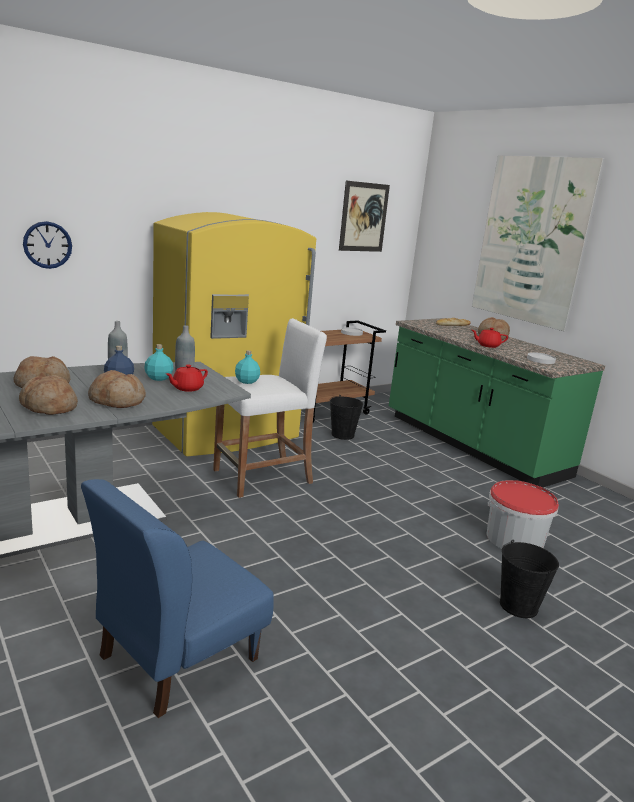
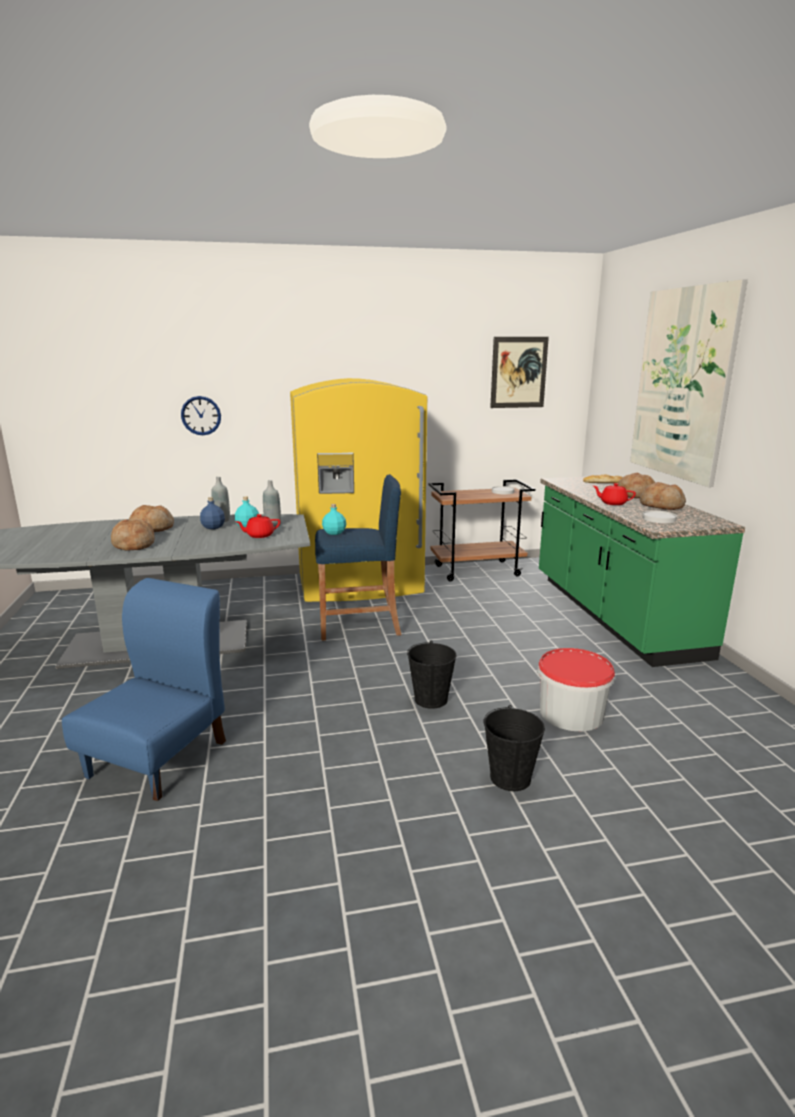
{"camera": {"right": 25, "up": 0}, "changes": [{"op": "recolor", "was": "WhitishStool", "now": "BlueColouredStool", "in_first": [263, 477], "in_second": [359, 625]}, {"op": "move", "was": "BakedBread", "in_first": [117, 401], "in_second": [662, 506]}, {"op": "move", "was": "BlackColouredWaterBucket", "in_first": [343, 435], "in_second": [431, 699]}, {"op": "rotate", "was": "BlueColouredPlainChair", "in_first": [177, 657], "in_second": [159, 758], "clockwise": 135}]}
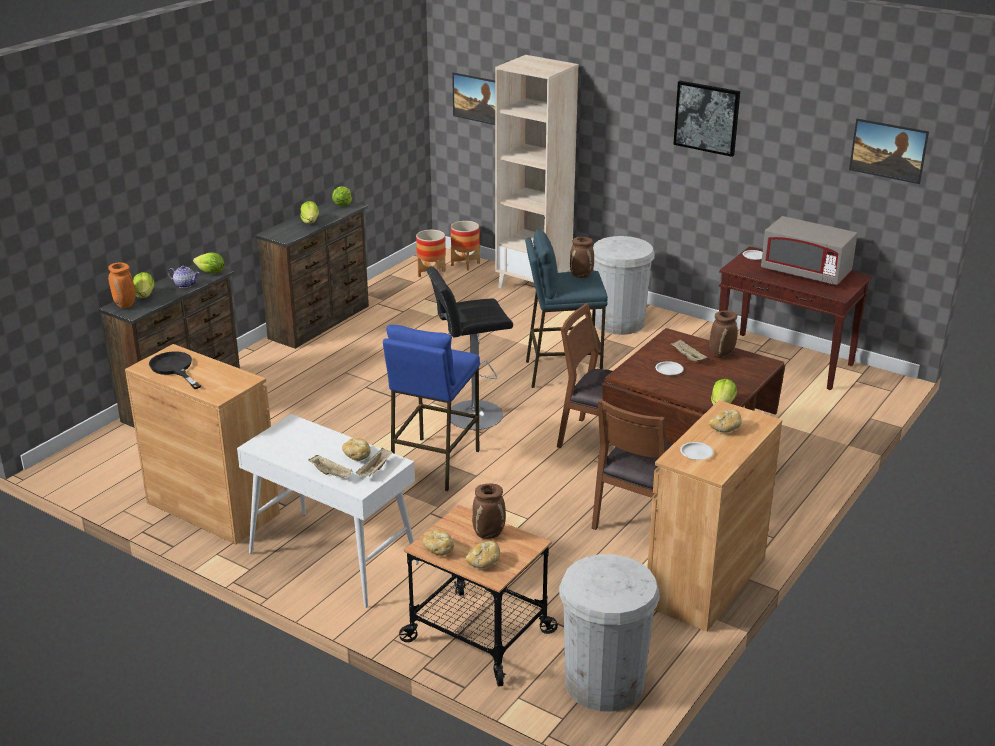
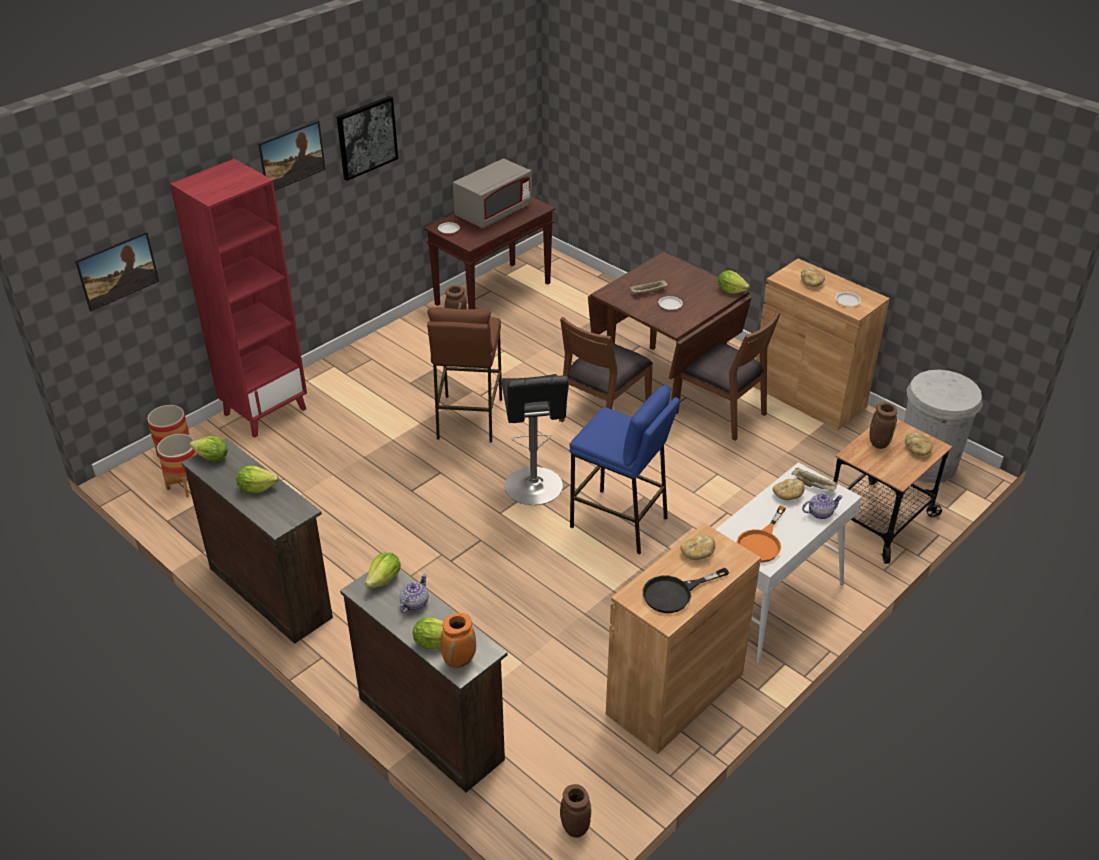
{"camera": {"right": -80, "up": 10}, "changes": [{"op": "recolor", "was": "BeigeColouredBookcase", "now": "ReddishBookcase", "in_first": [534, 286], "in_second": [265, 411]}, {"op": "move", "was": "WallPicture", "in_first": [886, 163], "in_second": [294, 168]}, {"op": "recolor", "was": "BlueColouredStool", "now": "BrownishStool", "in_first": [562, 372], "in_second": [468, 419]}, {"op": "delete", "was": "WhitishTrashCan", "in_first": [619, 323]}, {"op": "move", "was": "BrownishDecorativeVase", "in_first": [721, 354], "in_second": [574, 827]}, {"op": "replace", "was": "BeigeColouredCarryingTray", "now": "PotForTea", "in_first": [331, 474], "in_second": [820, 513]}, {"op": "move", "was": "BakedBread", "in_first": [438, 549], "in_second": [697, 554]}, {"op": "insert", "now": "OrangeyPan", "in_second": [762, 542]}]}
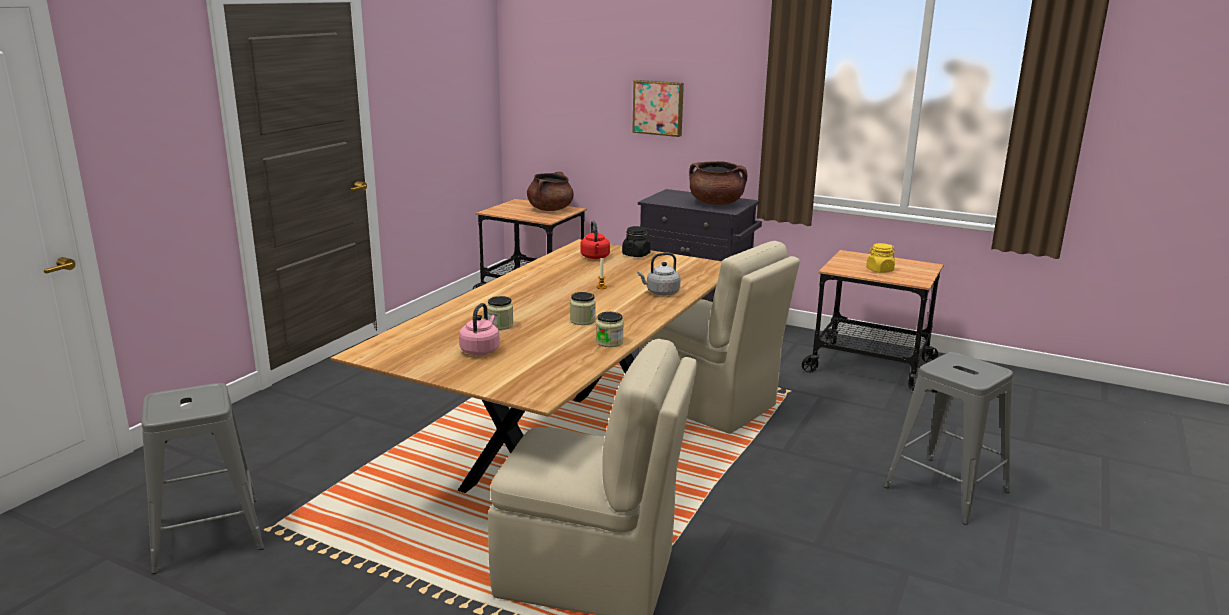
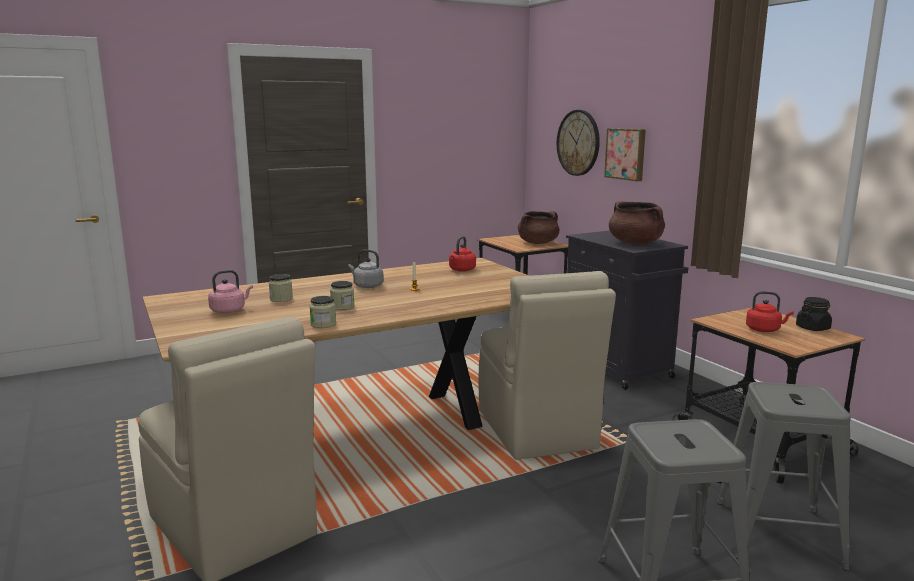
{"camera": {"right": 35, "up": -5}, "changes": [{"op": "move", "was": "BlackColouredStorageJar", "in_first": [636, 254], "in_second": [812, 328]}, {"op": "replace", "was": "YellowStorageJar", "now": "ReddishWaterKettle", "in_first": [879, 270], "in_second": [764, 330]}, {"op": "move", "was": "GreyishWaterKettle", "in_first": [661, 293], "in_second": [367, 286]}, {"op": "move", "was": "GreyishStool", "in_first": [207, 534], "in_second": [777, 533]}, {"op": "insert", "now": "ClockOnTheWall", "in_second": [578, 143]}]}
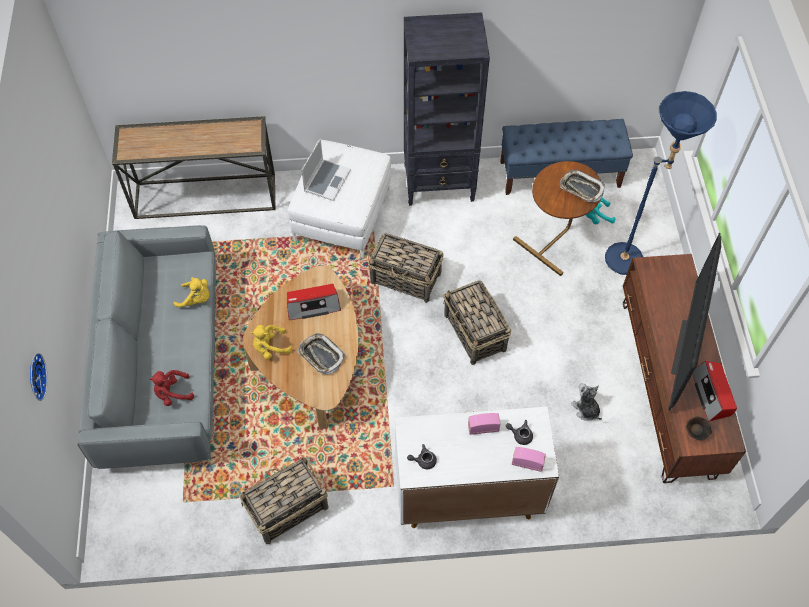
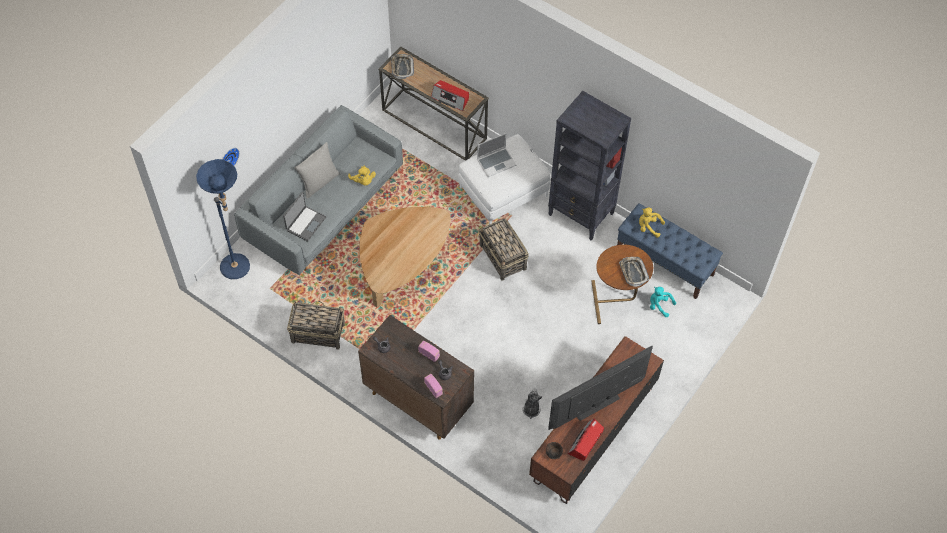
{"camera": {"right": 40, "up": 0}, "changes": [{"op": "move", "was": "BlueColouredFloorLamp", "in_first": [632, 258], "in_second": [240, 270]}, {"op": "delete", "was": "Basket", "in_first": [475, 333]}, {"op": "move", "was": "RadioSet", "in_first": [313, 305], "in_second": [450, 98]}, {"op": "move", "was": "YellowSoftToy", "in_first": [270, 348], "in_second": [648, 227]}, {"op": "move", "was": "CarryingTray", "in_first": [321, 355], "in_second": [402, 67]}, {"op": "replace", "was": "ReddishSoftToy", "now": "Laptop", "in_first": [173, 393], "in_second": [305, 223]}, {"op": "recolor", "was": "WhitishCupboard", "now": "BrownishCupboard", "in_first": [466, 495], "in_second": [417, 400]}, {"op": "insert", "now": "GreyishPillow", "in_second": [319, 182]}]}
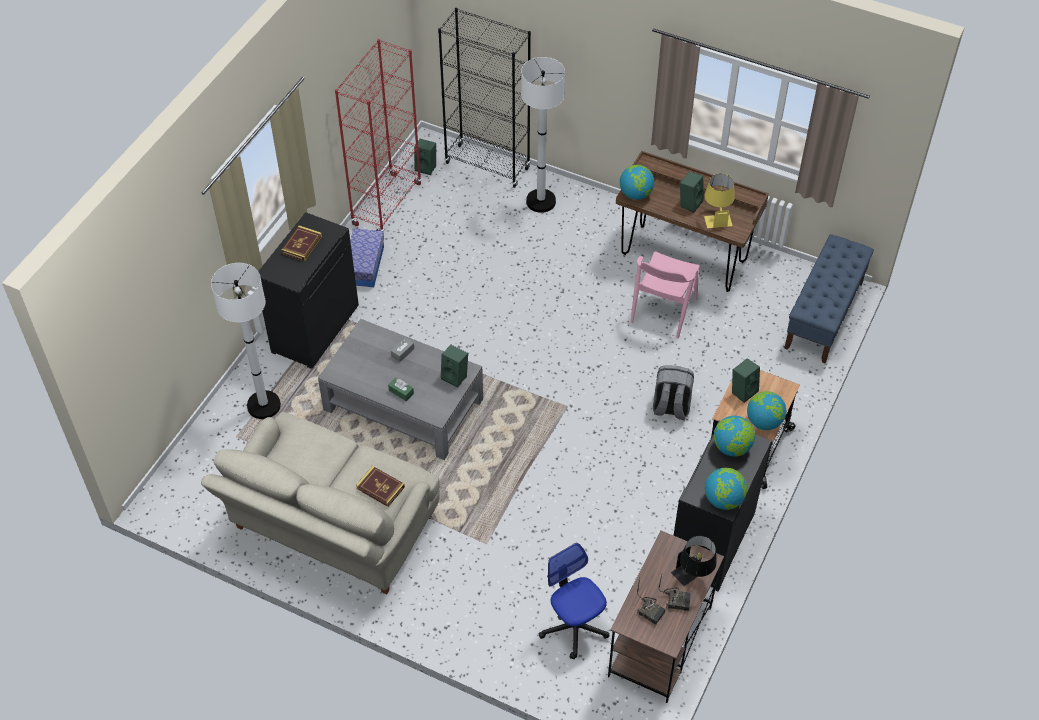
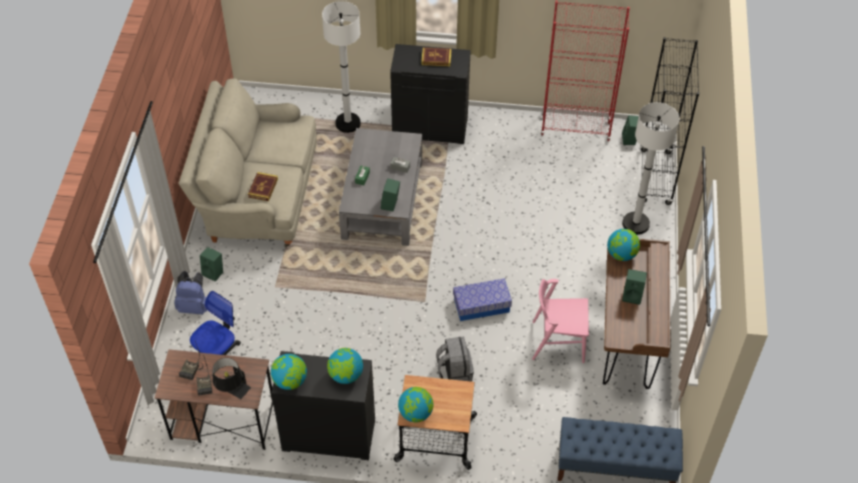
{"camera": {"right": 70, "up": 0}, "changes": [{"op": "delete", "was": "YellowLampForATable", "in_first": [716, 217]}, {"op": "move", "was": "StorageContainer", "in_first": [364, 265], "in_second": [481, 305]}, {"op": "move", "was": "GreenColouredSpeaker", "in_first": [743, 390], "in_second": [214, 272]}, {"op": "insert", "now": "BlueColouredKnapsack", "in_second": [194, 306]}]}
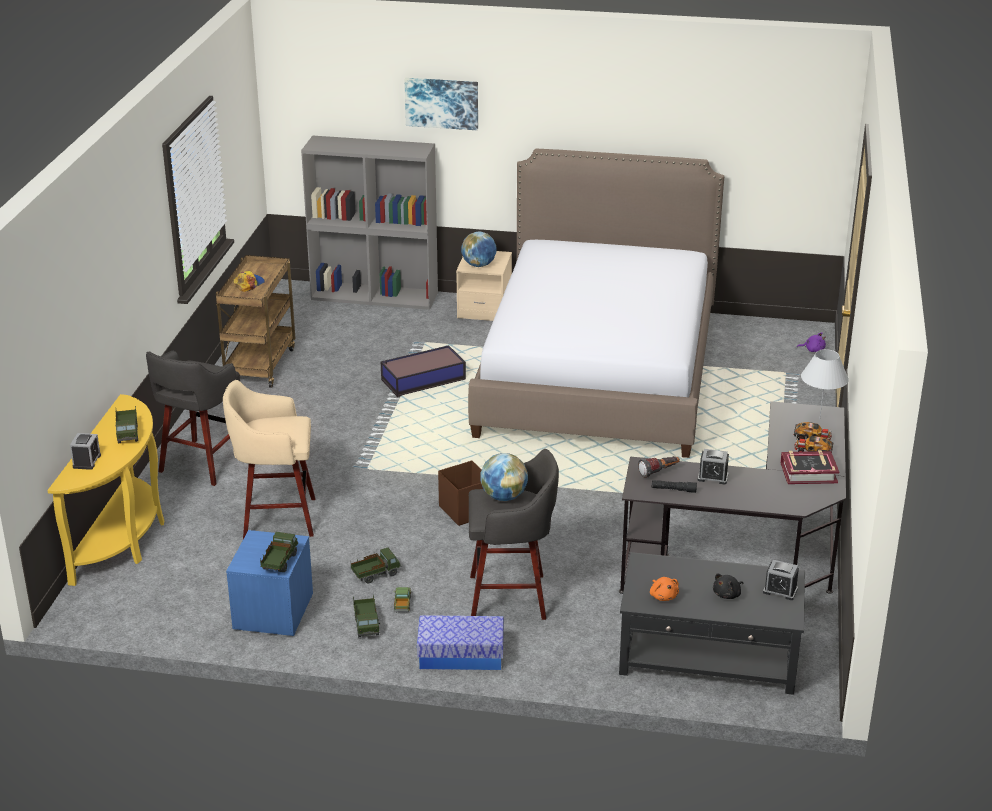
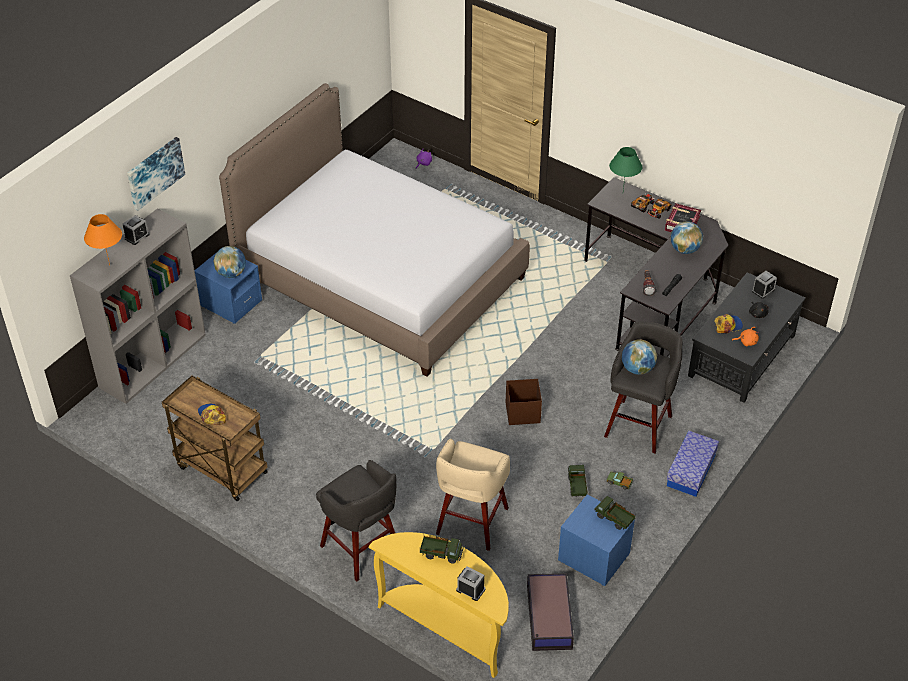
{"camera": {"right": -65, "up": 15}, "changes": [{"op": "recolor", "was": "BeigeColouredNightTable", "now": "BlueColouredNightTable", "in_first": [484, 309], "in_second": [231, 303]}, {"op": "move", "was": "StorageContainer", "in_first": [422, 379], "in_second": [549, 618]}, {"op": "recolor", "was": "WhitishLampForATable", "now": "GreenColouredLampForATable", "in_first": [819, 419], "in_second": [622, 193]}, {"op": "move", "was": "TableClock", "in_first": [713, 477], "in_second": [137, 236]}, {"op": "delete", "was": "ToyTruck", "in_first": [367, 625]}, {"op": "insert", "now": "OrangeyLampForATable", "in_second": [109, 265]}, {"op": "insert", "now": "WorldGlobe", "in_second": [684, 249]}, {"op": "insert", "now": "Cap", "in_second": [728, 325]}]}
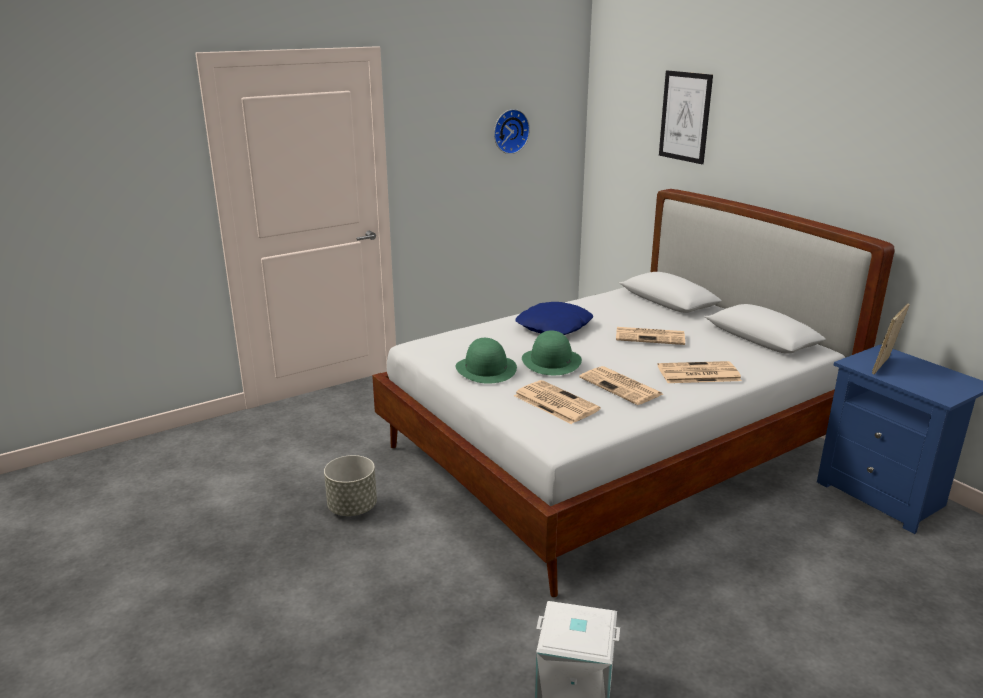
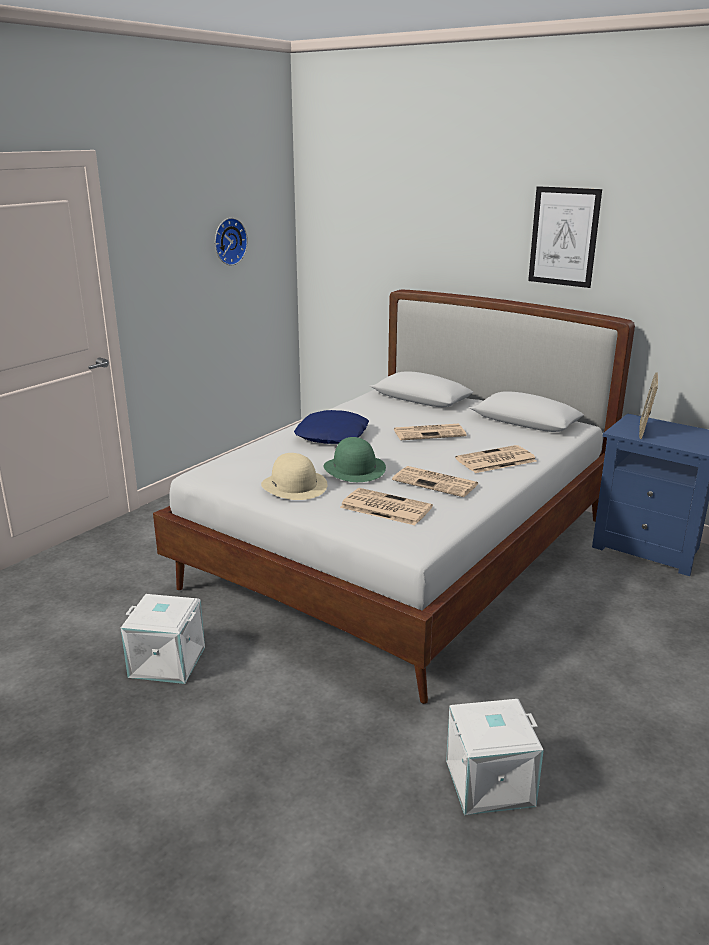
{"camera": {"right": -20, "up": 0}, "changes": [{"op": "move", "was": "WallPicture", "in_first": [685, 117], "in_second": [564, 237]}, {"op": "recolor", "was": "GreenColouredHat", "now": "BeigeColouredHat", "in_first": [486, 369], "in_second": [294, 485]}, {"op": "replace", "was": "GreyishPlanter", "now": "WhitishStorageContainer", "in_first": [353, 508], "in_second": [168, 661]}]}
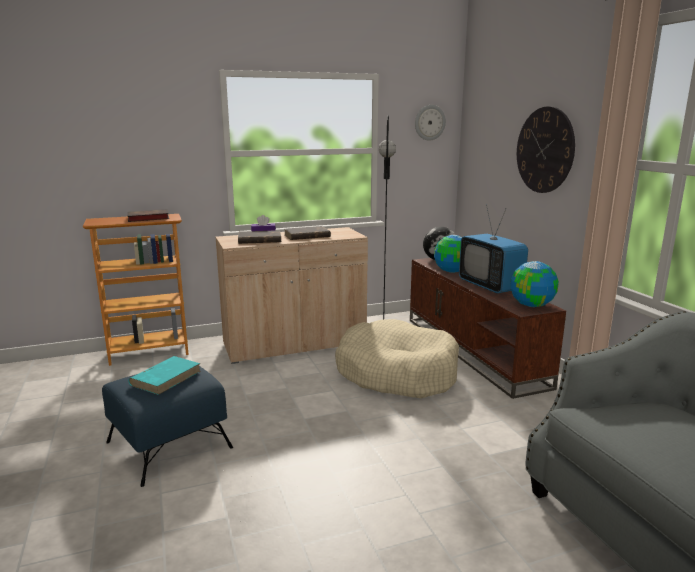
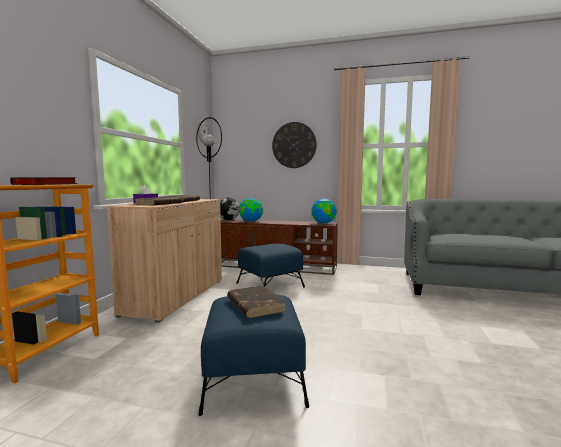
{"camera": {"right": -55, "up": -10}, "changes": [{"op": "delete", "was": "Tv", "in_first": [490, 286]}, {"op": "replace", "was": "BeigeColouredDogCushion", "now": "BlueColouredPouffe", "in_first": [396, 373], "in_second": [270, 285]}, {"op": "recolor", "was": "BlueGreenBoundBook", "now": "BrownishBoundBook", "in_first": [166, 377], "in_second": [254, 304]}]}
